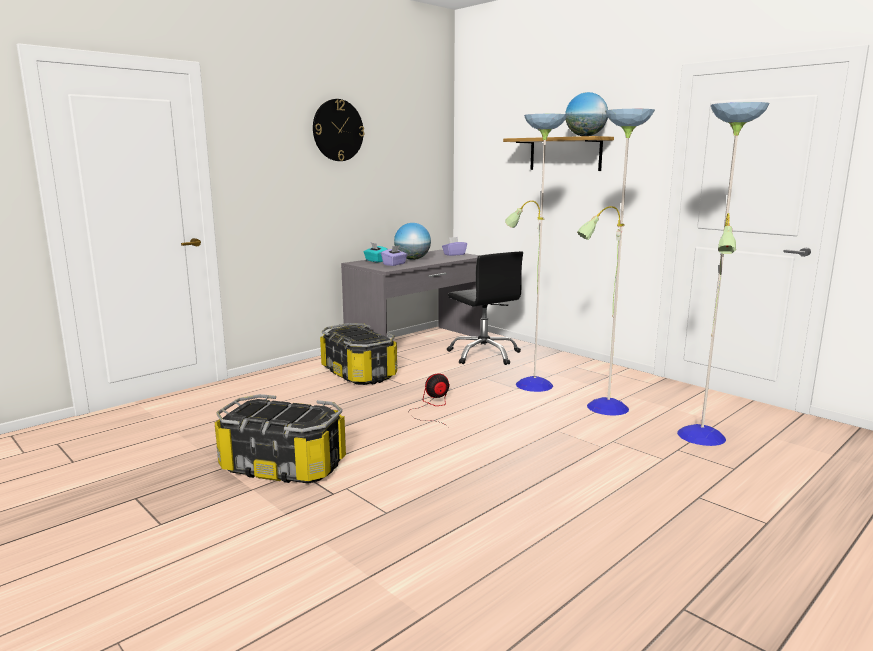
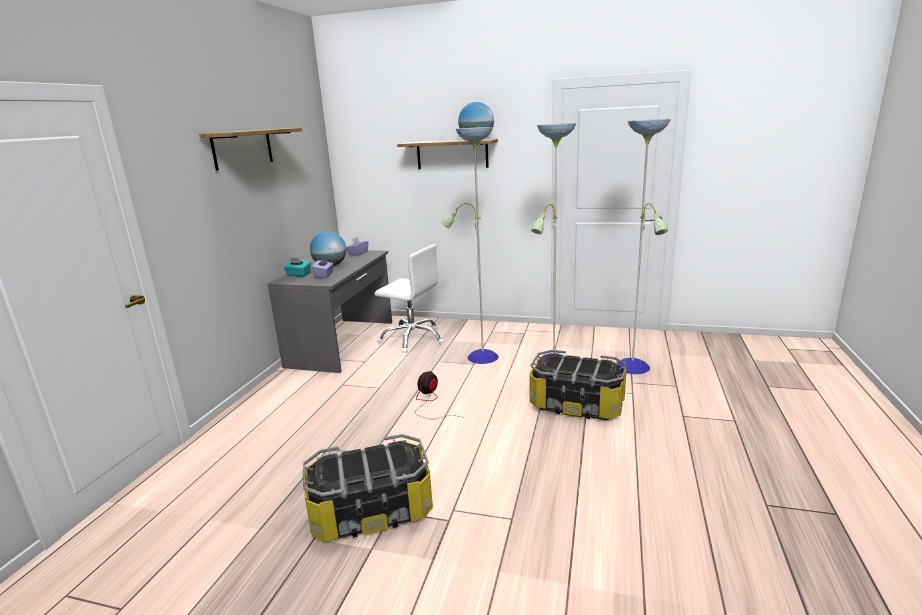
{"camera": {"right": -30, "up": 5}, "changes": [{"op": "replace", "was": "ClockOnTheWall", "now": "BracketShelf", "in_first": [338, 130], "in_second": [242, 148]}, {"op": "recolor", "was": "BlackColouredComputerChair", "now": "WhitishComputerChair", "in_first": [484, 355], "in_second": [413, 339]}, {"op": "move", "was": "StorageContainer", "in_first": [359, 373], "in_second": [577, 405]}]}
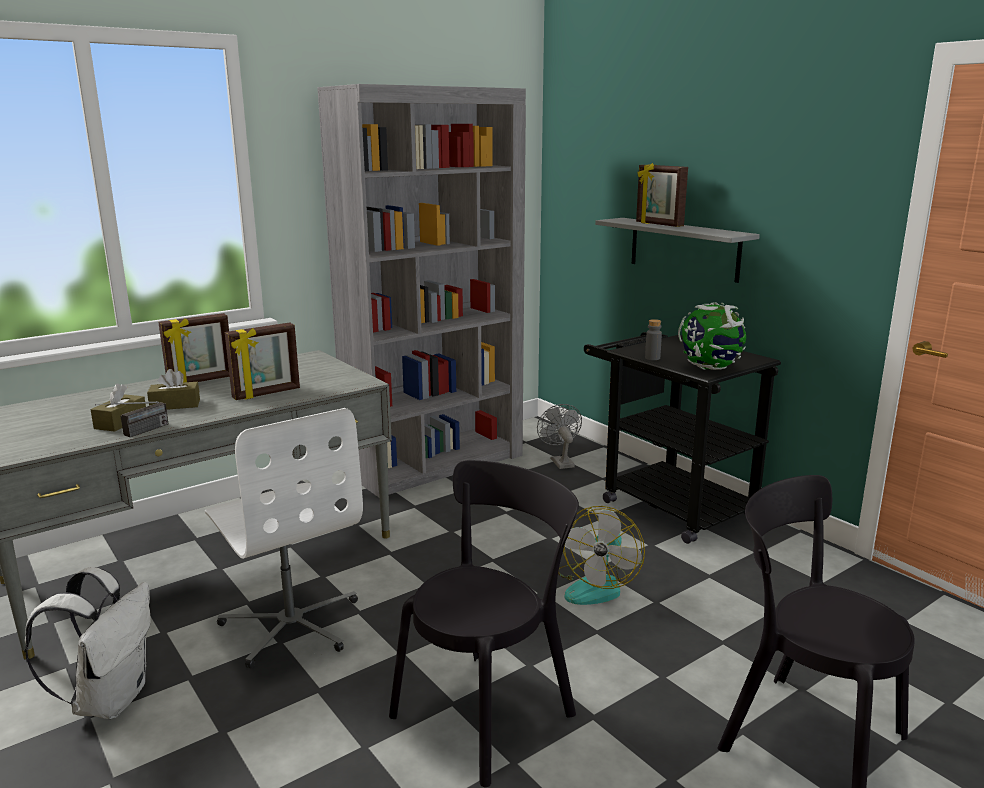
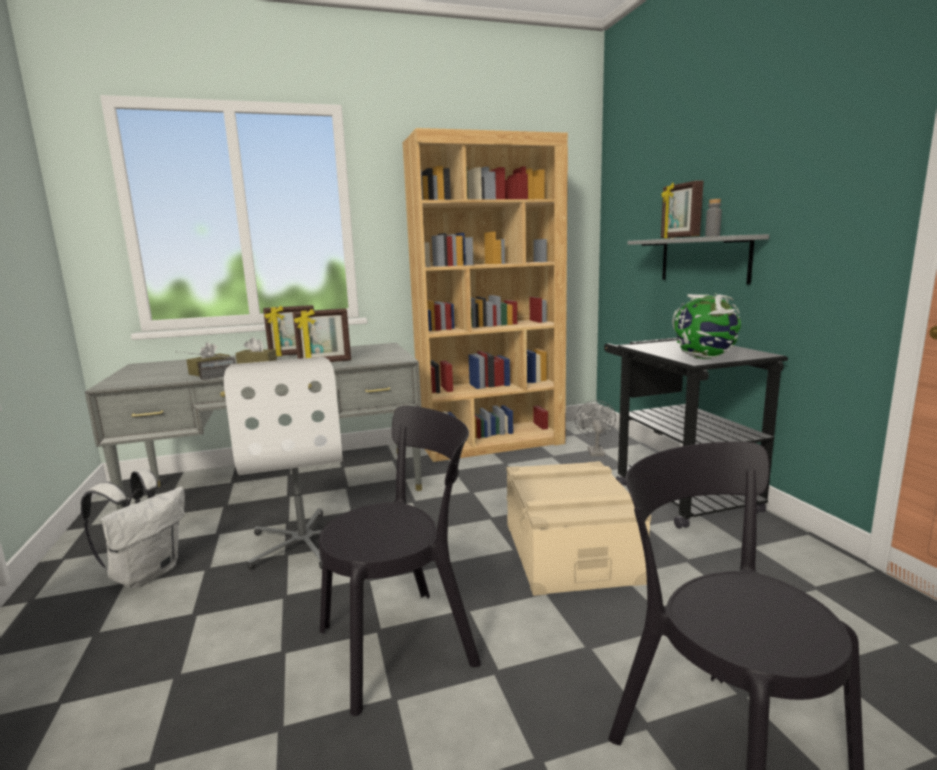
{"camera": {"right": 20, "up": -5}, "changes": [{"op": "recolor", "was": "GreyishBookcase", "now": "BrownishBookcase", "in_first": [435, 463], "in_second": [492, 443]}, {"op": "move", "was": "GreyishDrinkBottle", "in_first": [652, 358], "in_second": [712, 236]}, {"op": "replace", "was": "Fan", "now": "BeigeColouredStorageContainer", "in_first": [597, 585], "in_second": [570, 552]}]}
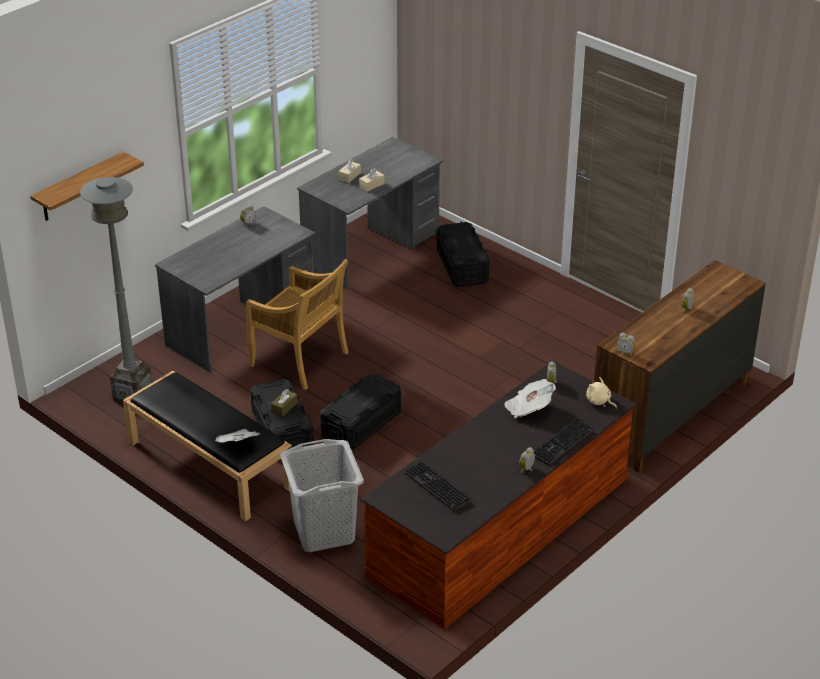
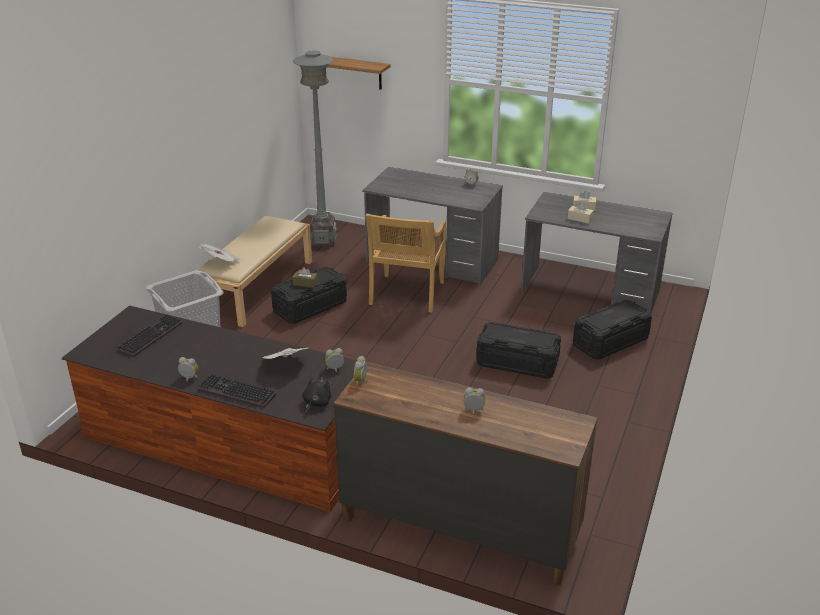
{"camera": {"right": 70, "up": -5}, "changes": [{"op": "recolor", "was": "BlackColouredLongSeat", "now": "BeigeColouredLongSeat", "in_first": [208, 464], "in_second": [257, 286]}, {"op": "move", "was": "BlackColouredStorageContainer", "in_first": [361, 424], "in_second": [517, 363]}, {"op": "recolor", "was": "BeigeColouredSoftToy", "now": "BlackColouredSoftToy", "in_first": [599, 401], "in_second": [316, 403]}]}
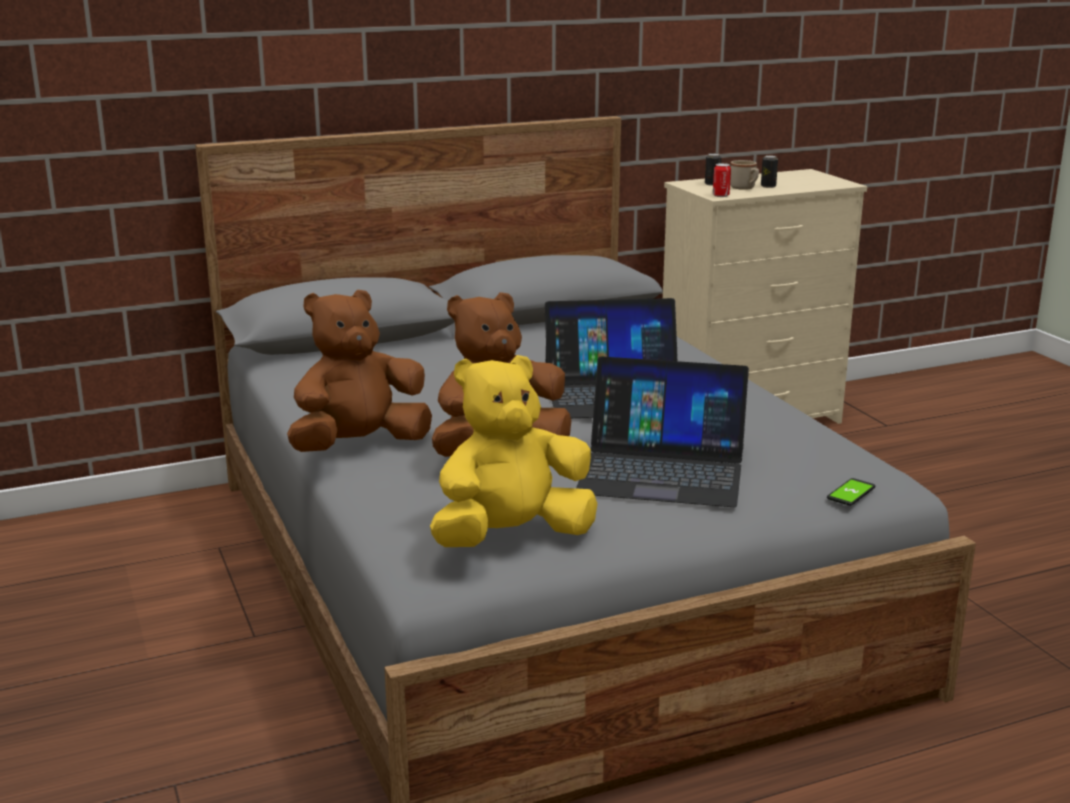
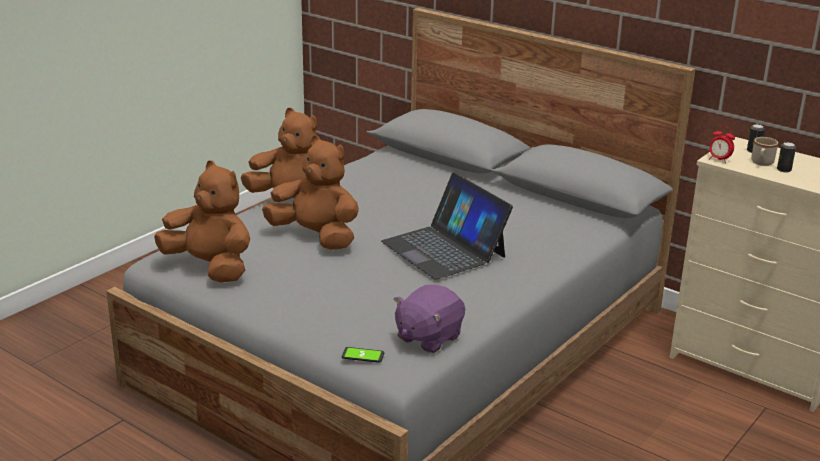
{"camera": {"right": 60, "up": 5}, "changes": [{"op": "replace", "was": "SealedCan", "now": "TableClock", "in_first": [721, 195], "in_second": [719, 160]}, {"op": "recolor", "was": "YellowSoftToy", "now": "BrownishSoftToy", "in_first": [511, 537], "in_second": [210, 267]}, {"op": "delete", "was": "Laptop", "in_first": [662, 470]}, {"op": "insert", "now": "PurpleColouredSoftToy", "in_second": [428, 337]}]}
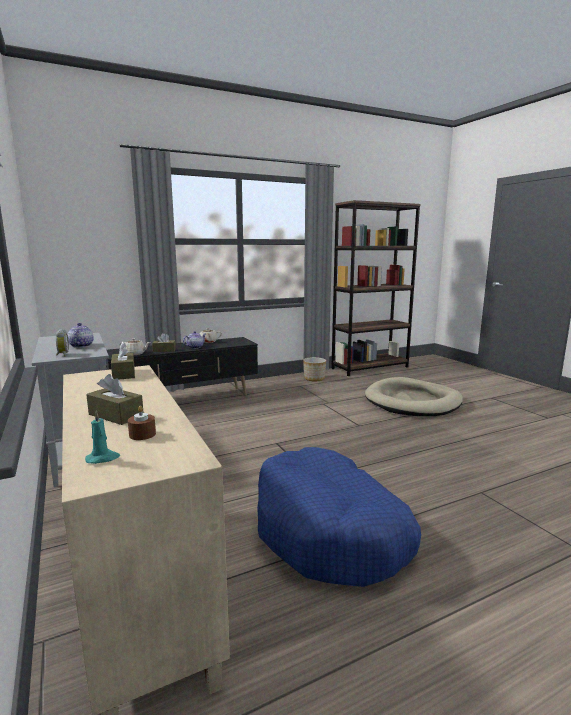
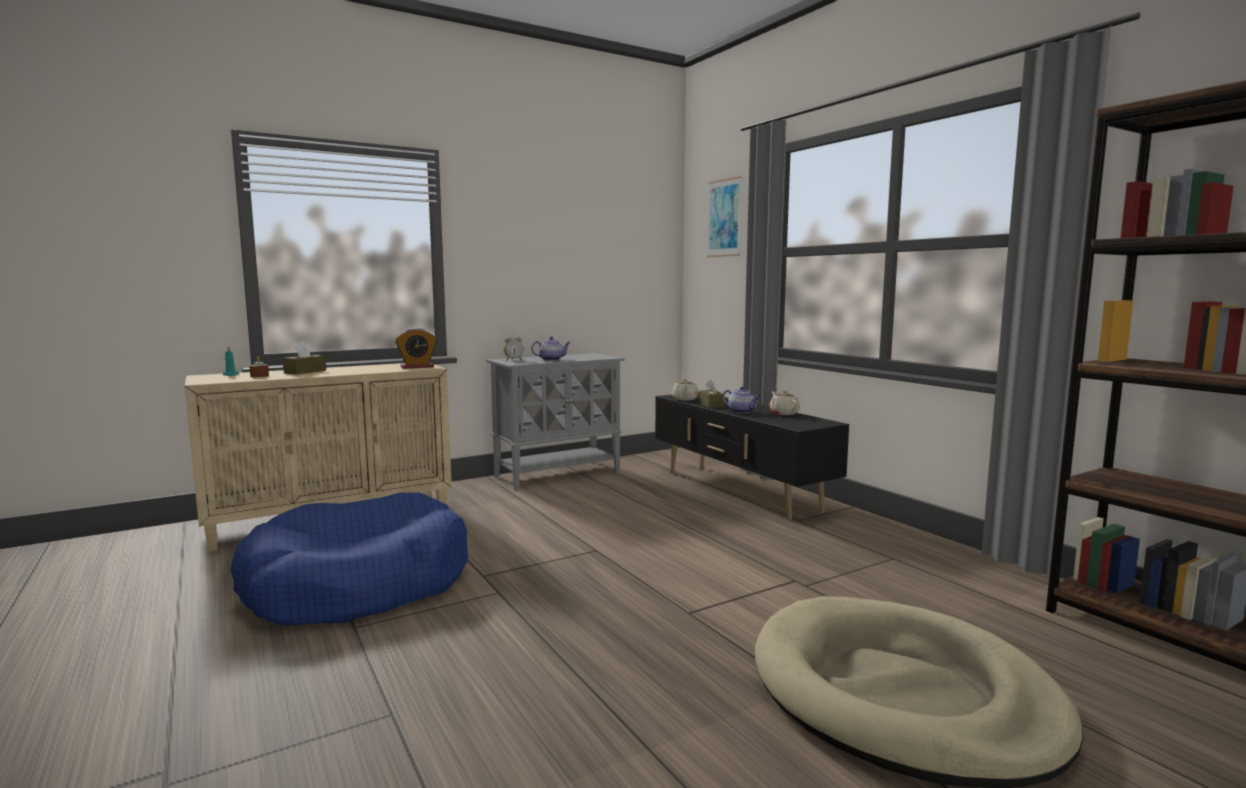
{"camera": {"right": 85, "up": -5}, "changes": [{"op": "replace", "was": "BrownishTissueHolder", "now": "TableClock", "in_first": [124, 373], "in_second": [417, 367]}, {"op": "delete", "was": "Planter", "in_first": [314, 378]}, {"op": "insert", "now": "WallPicture", "in_second": [724, 218]}]}
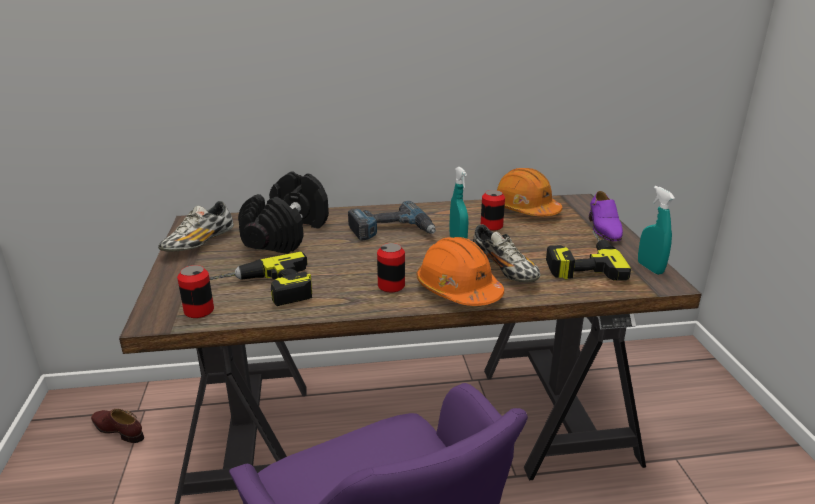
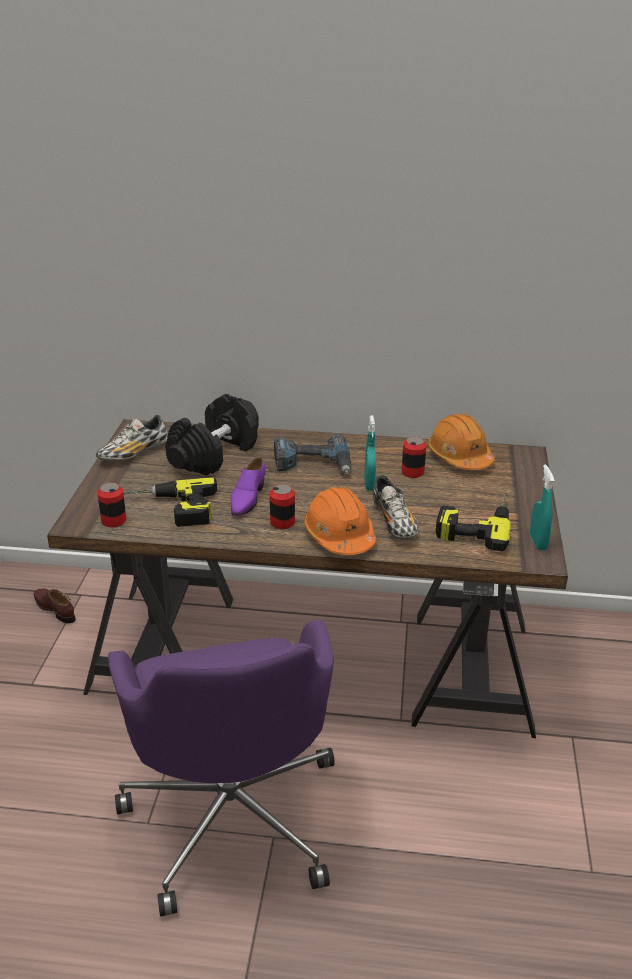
{"camera": {"right": 15, "up": 5}, "changes": [{"op": "move", "was": "PurpleColouredItemOfFootwear", "in_first": [603, 229], "in_second": [247, 498]}]}
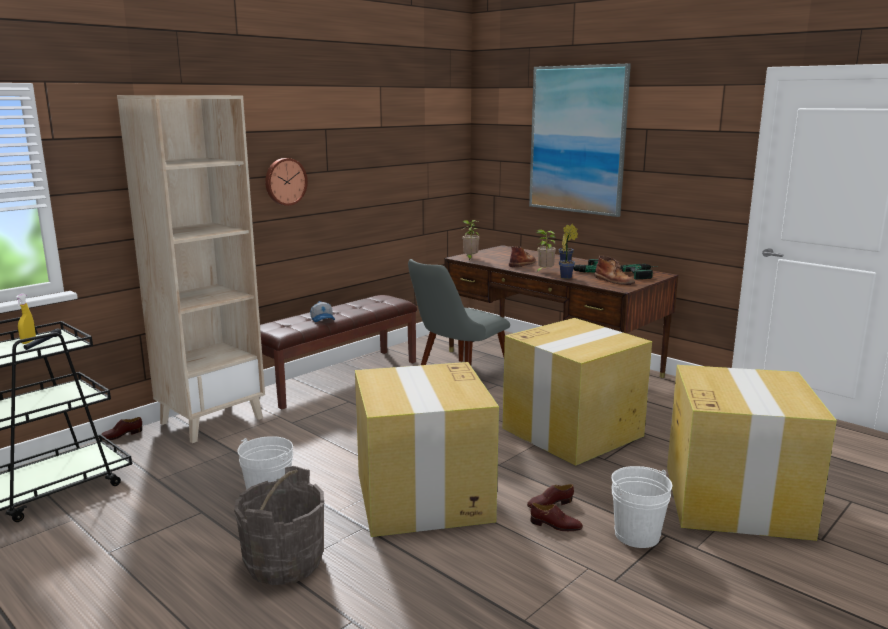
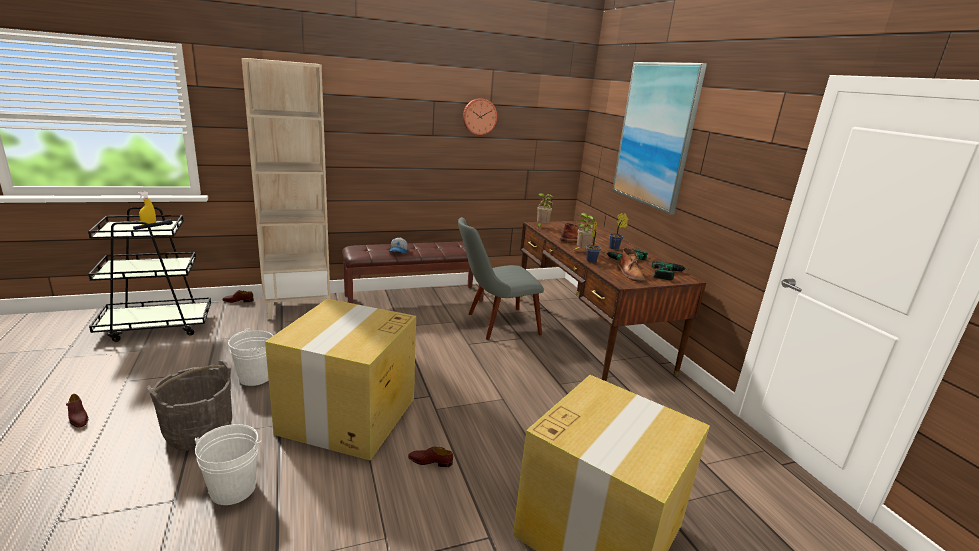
{"camera": {"right": 25, "up": 5}, "changes": [{"op": "move", "was": "ClockOnTheWall", "in_first": [285, 181], "in_second": [479, 116]}, {"op": "delete", "was": "CardboardBox", "in_first": [573, 431]}, {"op": "move", "was": "WhitishWaterBucket", "in_first": [637, 535], "in_second": [233, 489]}, {"op": "move", "was": "BrownishItemOfFootwear", "in_first": [555, 525], "in_second": [78, 417]}]}
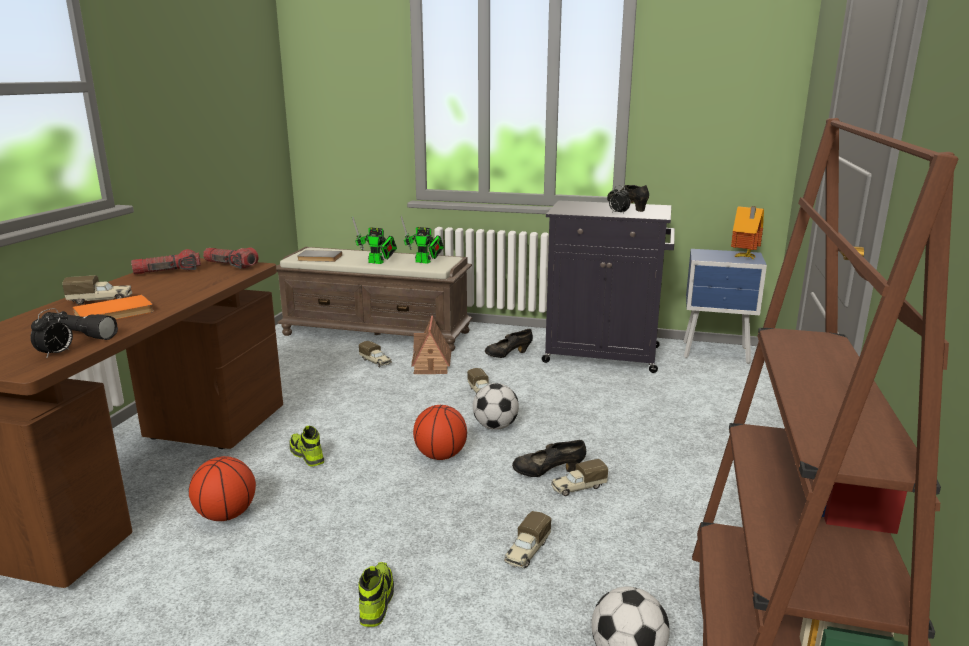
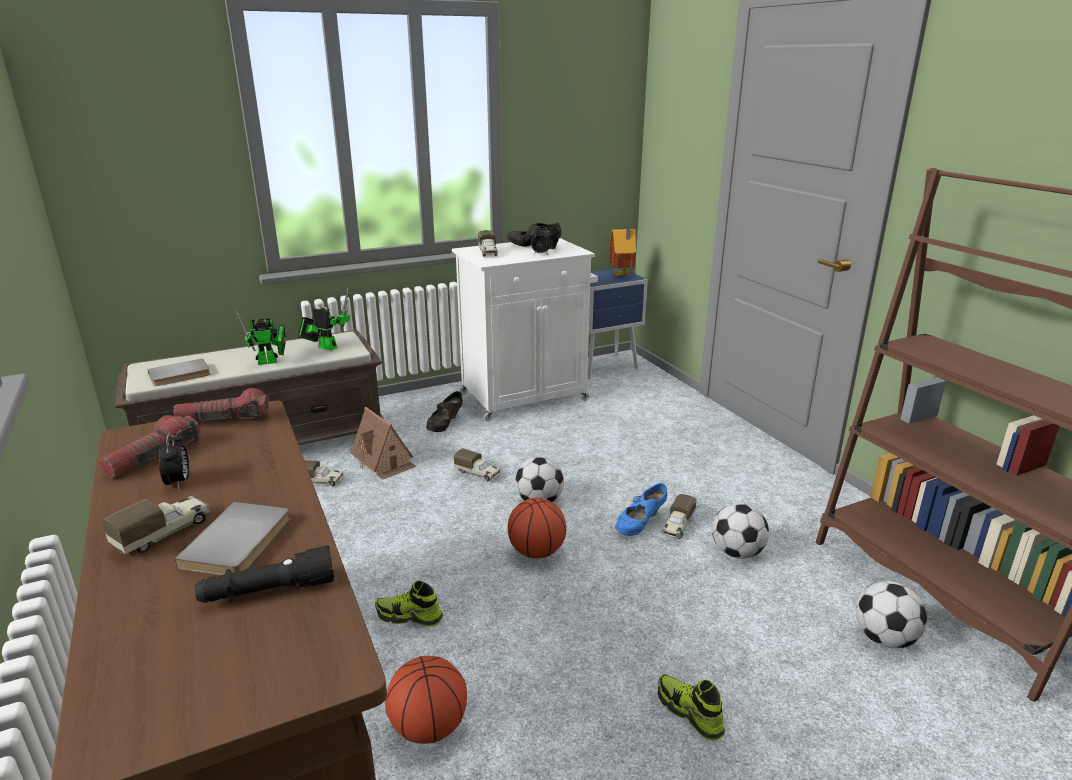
{"camera": {"right": -40, "up": 5}, "changes": [{"op": "recolor", "was": "BlackColouredCupboard", "now": "WhitishCupboard", "in_first": [604, 355], "in_second": [526, 396]}, {"op": "rotate", "was": "ToyRobot", "in_first": [425, 262], "in_second": [325, 347], "clockwise": -135}, {"op": "recolor", "was": "OrangeyBoundBook", "now": "GreyishBoundBook", "in_first": [115, 313], "in_second": [240, 542]}, {"op": "move", "was": "TableClock", "in_first": [56, 354], "in_second": [178, 482]}, {"op": "recolor", "was": "BlackColouredItemOfFootwear", "now": "BlueColouredItemOfFootwear", "in_first": [548, 473], "in_second": [640, 524]}, {"op": "move", "was": "ToyTruck", "in_first": [526, 552], "in_second": [488, 252]}, {"op": "insert", "now": "Football", "in_second": [736, 553]}]}
